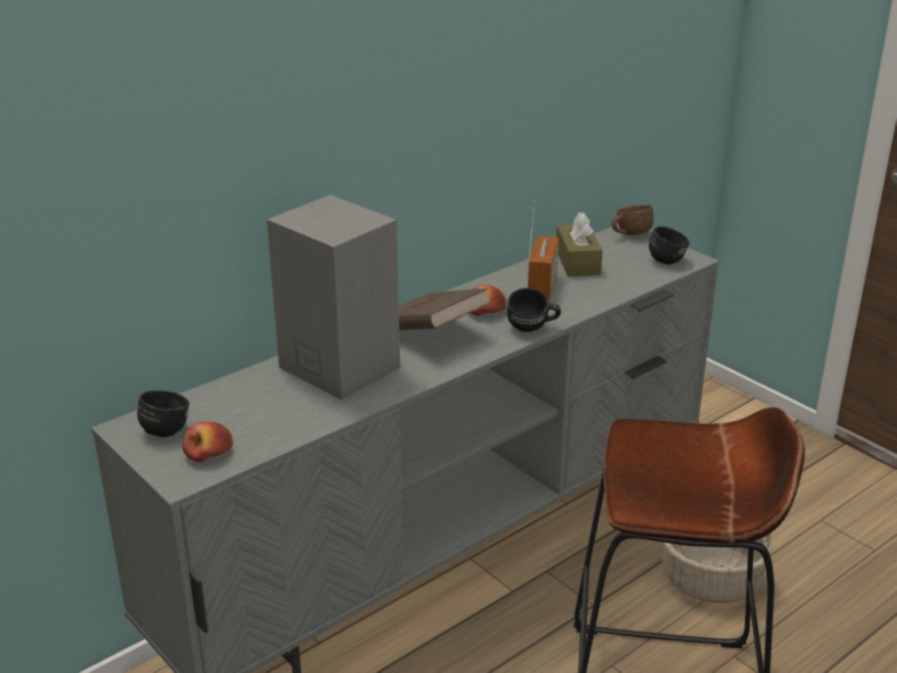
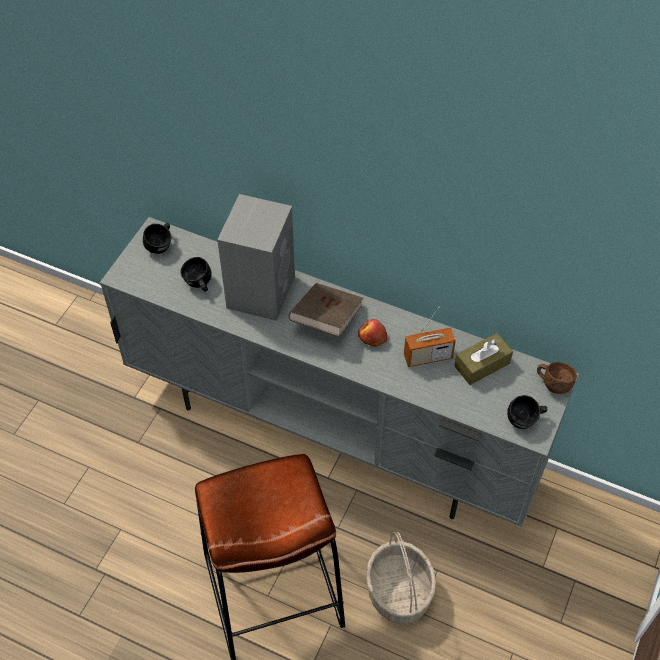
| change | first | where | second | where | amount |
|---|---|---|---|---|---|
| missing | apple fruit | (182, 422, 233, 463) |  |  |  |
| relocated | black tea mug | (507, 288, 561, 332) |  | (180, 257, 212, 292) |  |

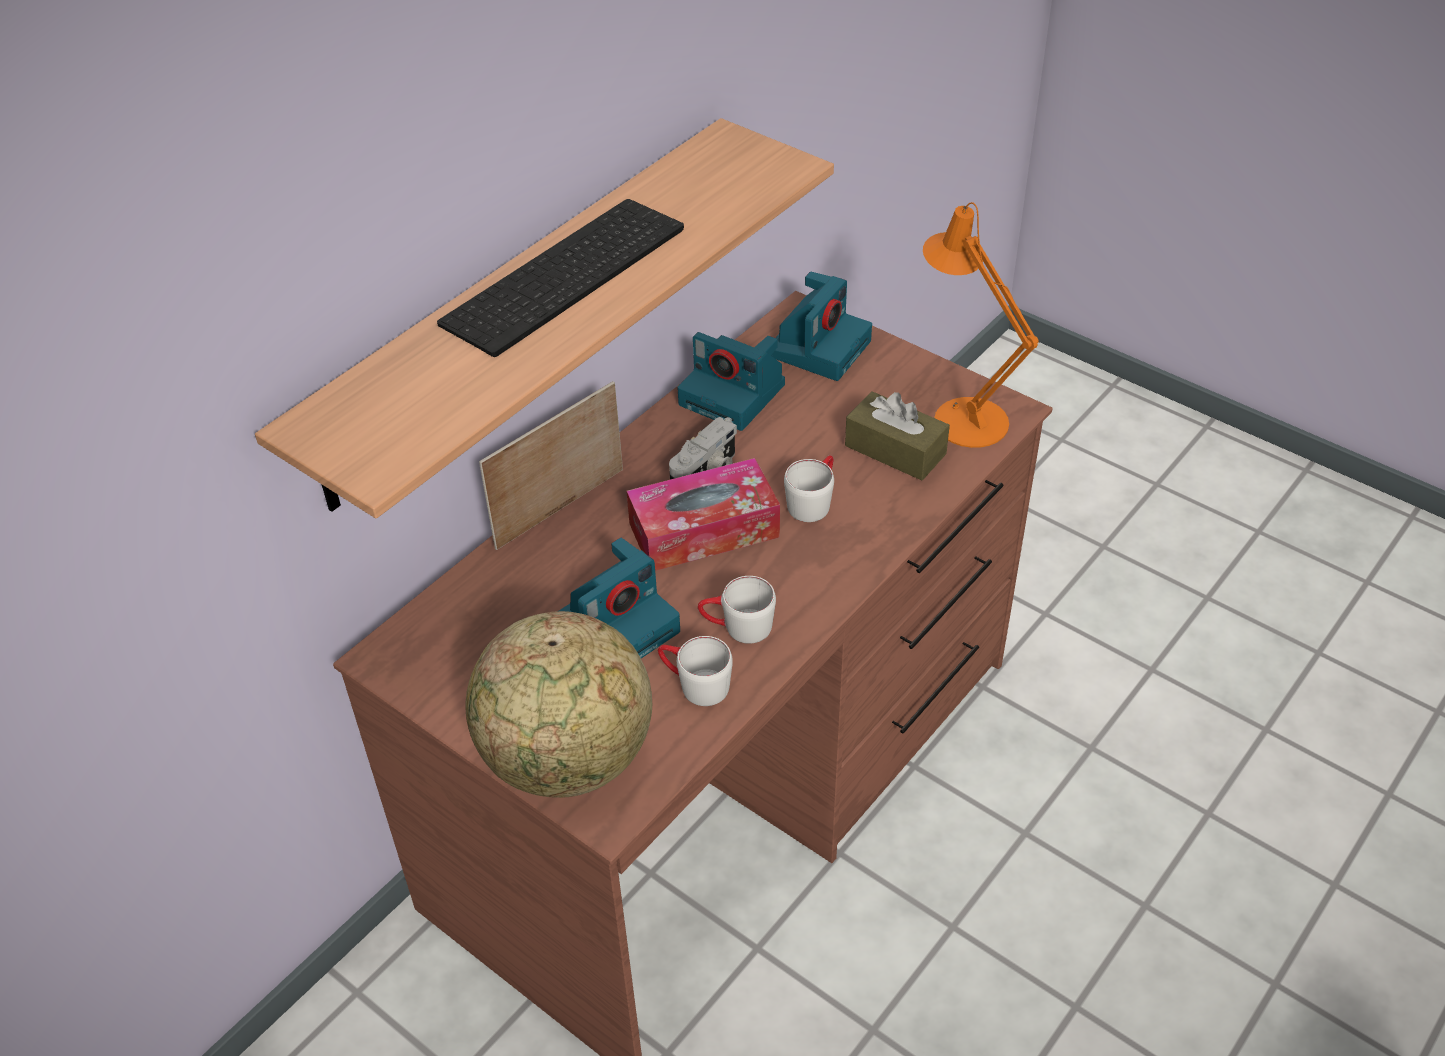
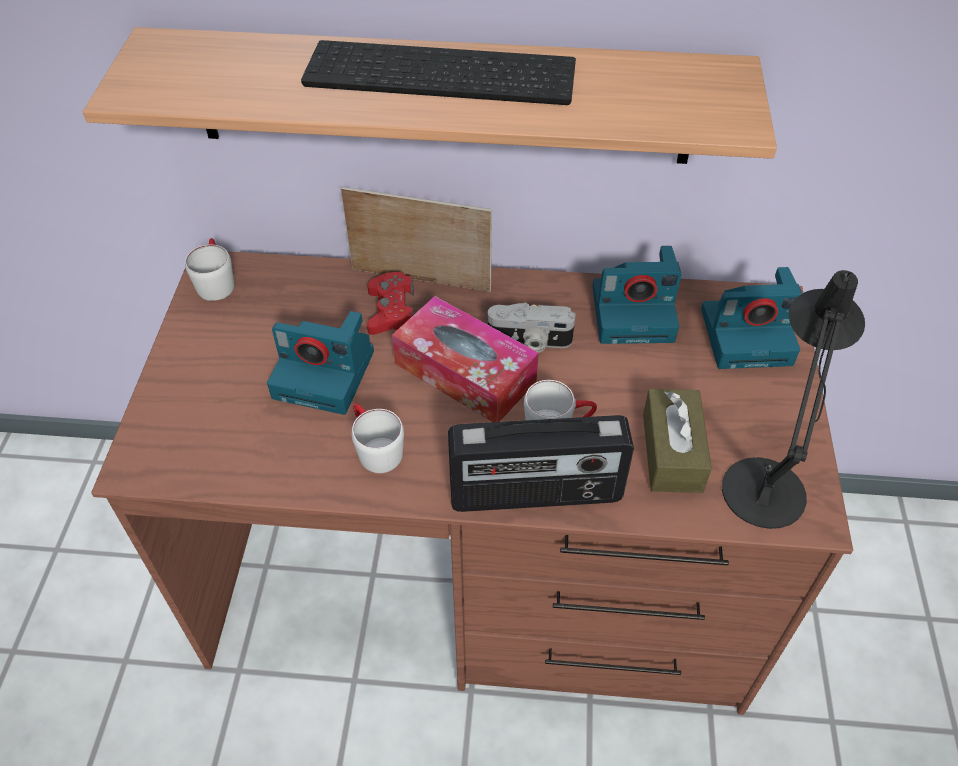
| change | first | where | second | where | amount |
|---|---|---|---|---|---|
| missing | world globe | (465, 611, 652, 798) |  |  |  |
| appeared |  |  | red joypad | (367, 272, 414, 335) |  |
| appeared |  |  | radio set | (448, 415, 634, 512) |  |
| relocated | whitish tea mug | (658, 636, 733, 706) |  | (185, 238, 234, 301) |  |
| colour | orangey tabletop lamp | (923, 202, 1039, 448) | black tabletop lamp | (722, 270, 865, 529) |  |
| spun | still camera | (677, 332, 785, 431) |  | (592, 246, 682, 344) | 90 degrees counterclockwise |

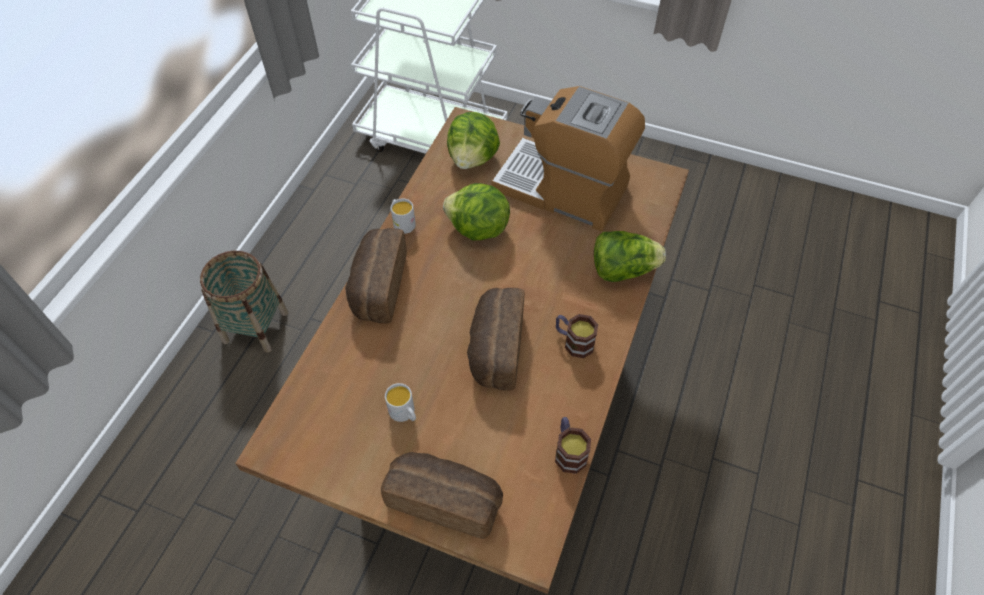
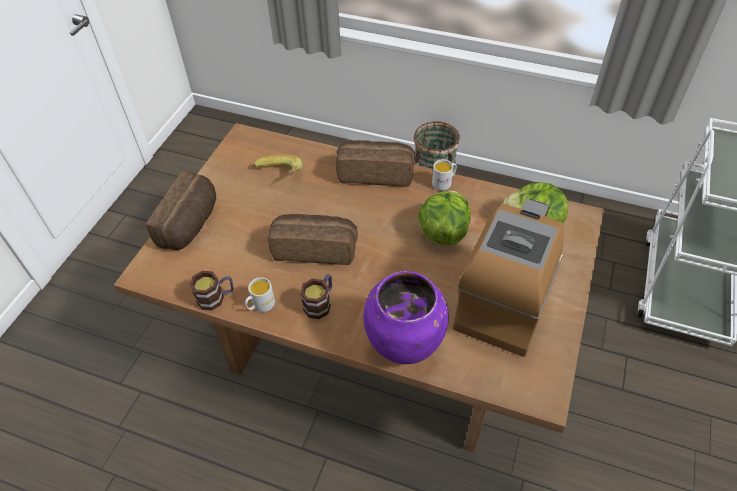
| change | first | where | second | where | amount |
|---|---|---|---|---|---|
| appeared |  |  | banana | (253, 154, 303, 175) |  |
| relocated | whitish tea mug | (385, 383, 416, 422) |  | (245, 278, 275, 312) |  |
| exchanged | head of lettuce | (594, 231, 666, 282) | purple decorative vase | (363, 271, 449, 364) |  |

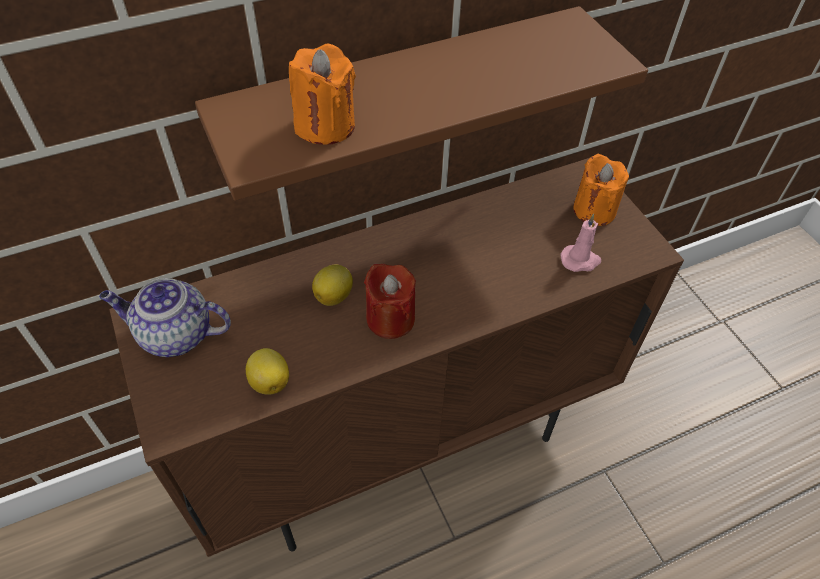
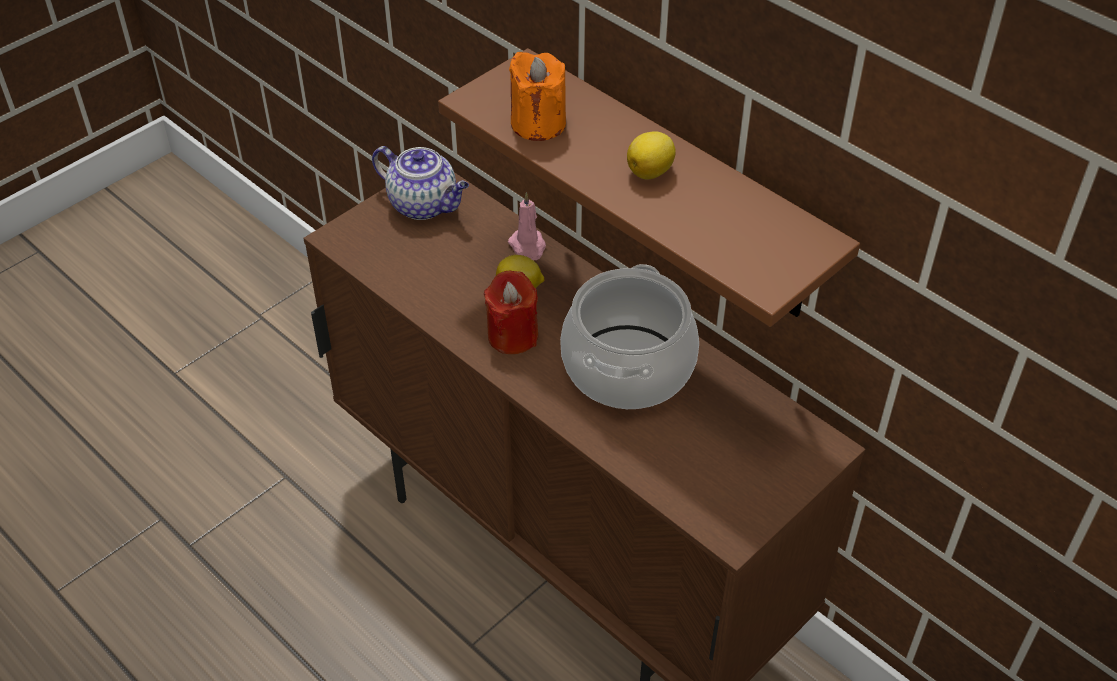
| change | first | where | second | where | amount |
|---|---|---|---|---|---|
| missing | orangey candle | (573, 154, 629, 226) |  |  |  |
| appeared |  |  | stockpot | (560, 264, 699, 409) |  |
| relocated | whole lemon | (246, 348, 289, 395) |  | (627, 131, 676, 179) |  |
| relocated | pink candle | (561, 214, 601, 272) |  | (508, 192, 546, 260) |  |
| spun | teapot | (99, 278, 231, 357) |  | (372, 146, 469, 220) | 135 degrees clockwise |

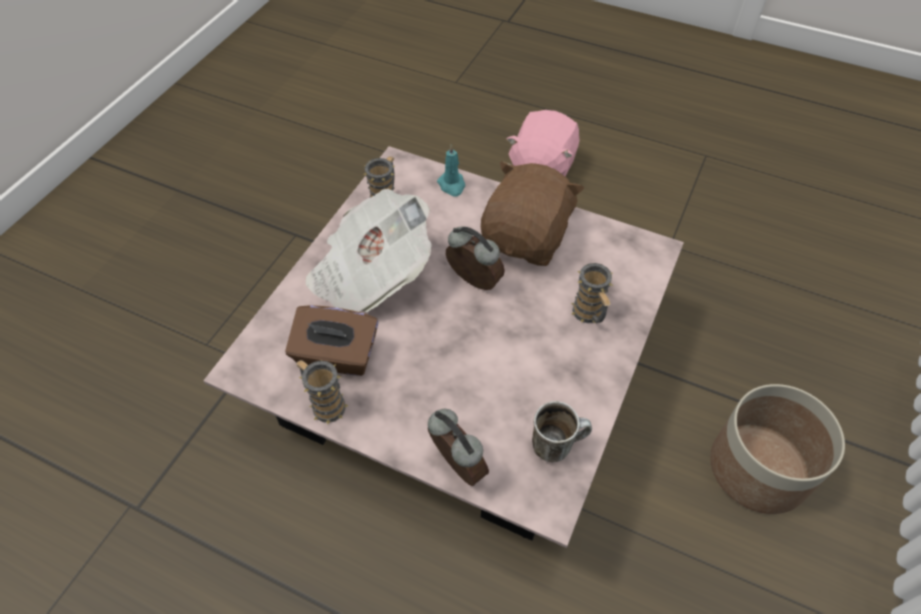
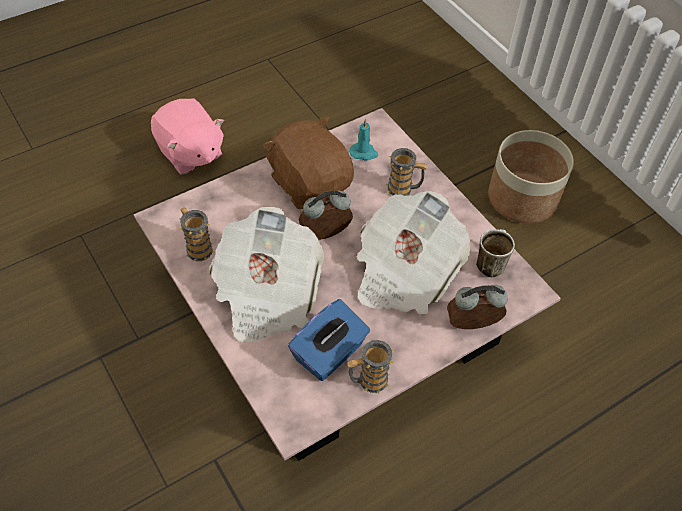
| change | first | where | second | where | amount |
|---|---|---|---|---|---|
| appeared |  |  | daily paper | (356, 191, 471, 315) |  |
| relocated | blue-green candle | (437, 144, 465, 196) |  | (350, 118, 378, 161) |  |
| colour | brown-coloured box of tissues | (285, 305, 378, 376) | bluish box of tissues | (288, 299, 370, 381) |  |

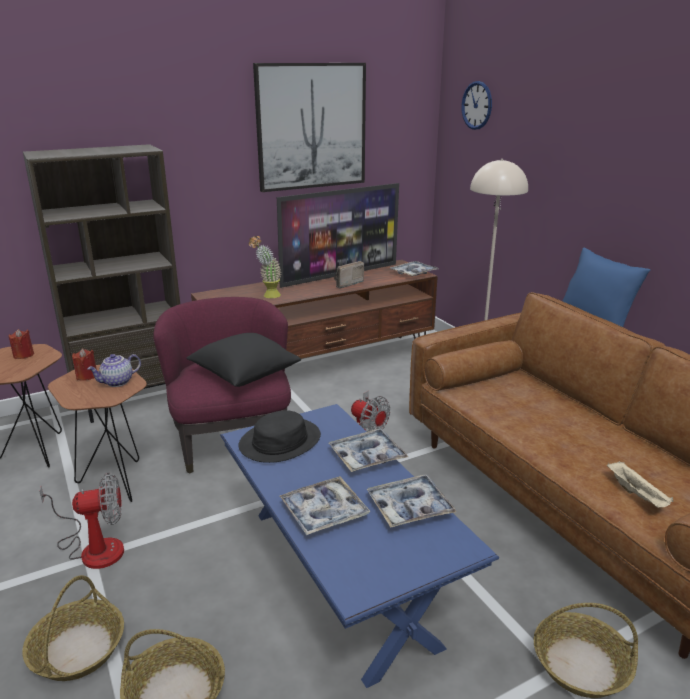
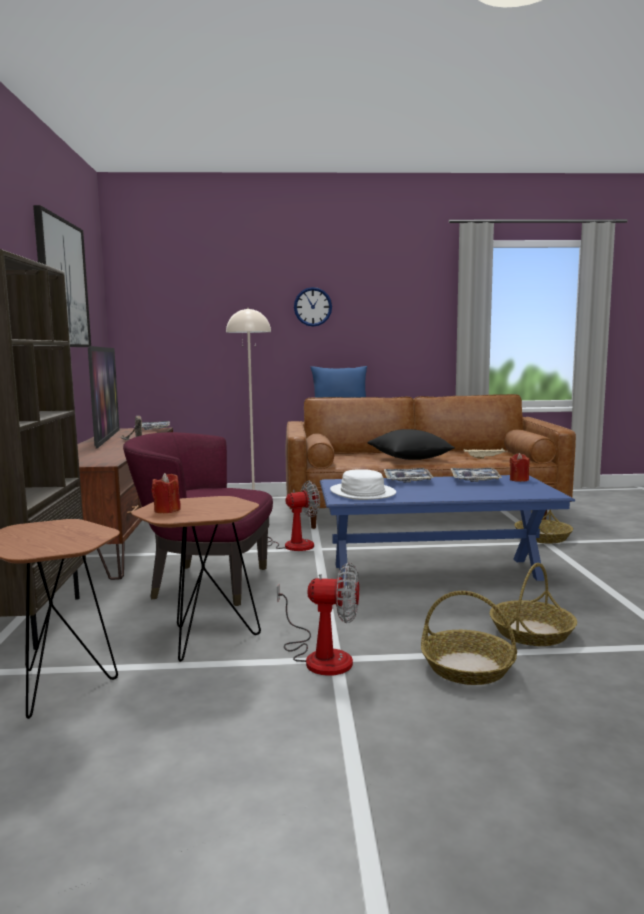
| change | first | where | second | where | amount |
|---|---|---|---|---|---|
| missing | teapot | (87, 354, 141, 387) |  |  |  |
| missing | houseplant | (249, 236, 281, 298) |  |  |  |
| missing | serving tray | (279, 476, 371, 535) |  |  |  |
| relocated | red candle | (9, 329, 34, 359) |  | (510, 453, 529, 482) |  |
| relocated | black throw pillow | (186, 333, 301, 387) |  | (367, 429, 455, 460) |  |
| relocated | clock on the wall | (461, 81, 492, 130) |  | (294, 287, 332, 327) |  |
| colour | black wearable hat | (239, 410, 321, 463) | whitish wearable hat | (330, 469, 396, 500) |  |
| spun | fan | (39, 473, 124, 569) |  | (277, 563, 359, 676) | 90 degrees clockwise |

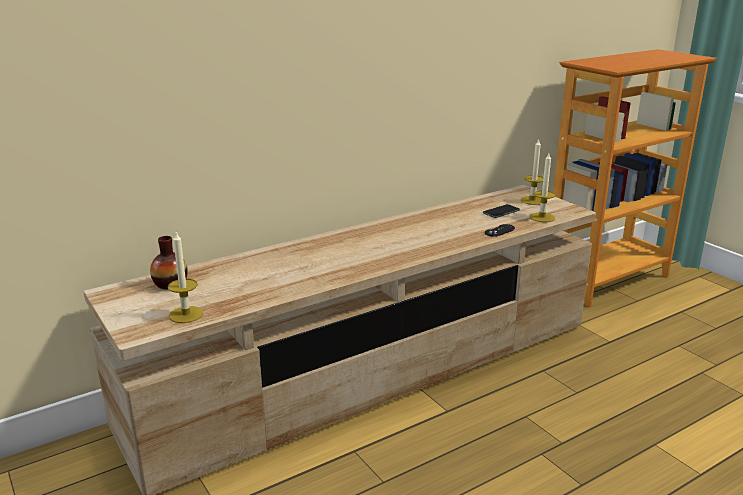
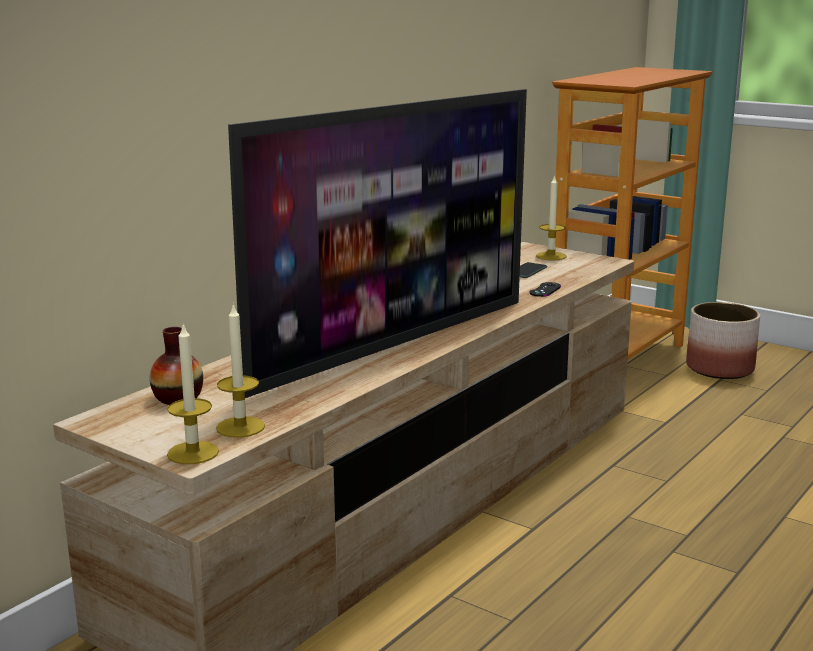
| change | first | where | second | where | amount |
|---|---|---|---|---|---|
| appeared |  |  | TV set | (228, 89, 527, 398) |  |
| appeared |  |  | planter | (686, 302, 760, 379) |  |
| relocated | candle | (529, 153, 556, 222) |  | (167, 323, 219, 464) |  |

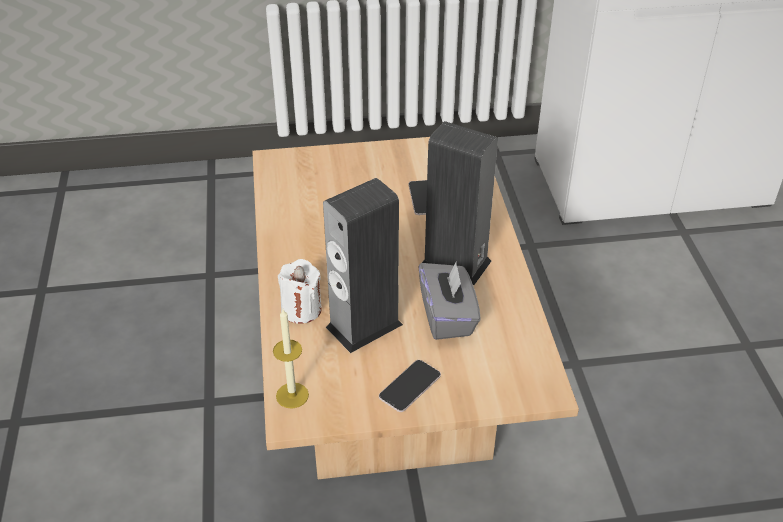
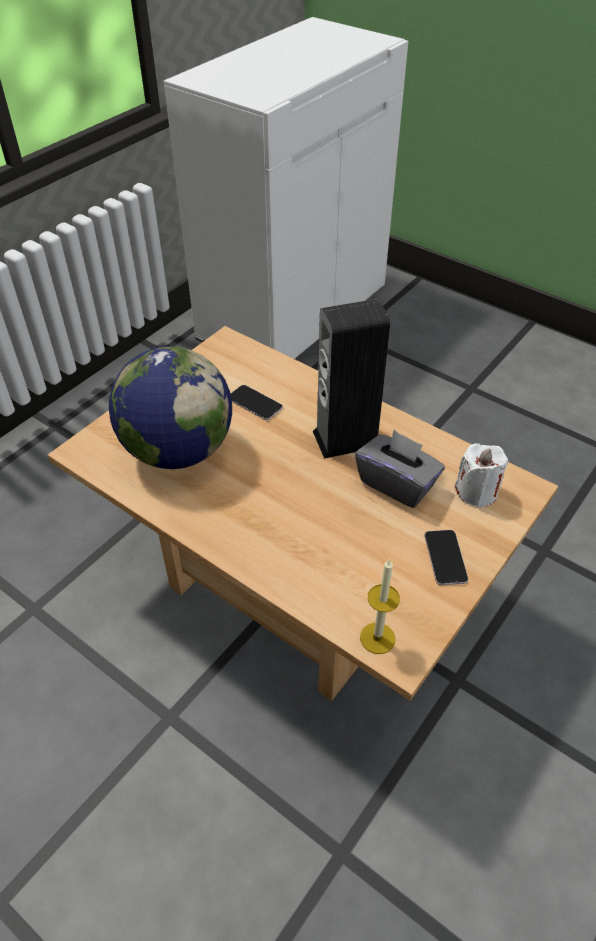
| change | first | where | second | where | amount |
|---|---|---|---|---|---|
| missing | loudspeaker | (323, 178, 403, 353) |  |  |  |
| appeared |  |  | world globe | (109, 346, 232, 469) |  |
| relocated | whitish candle | (278, 259, 322, 324) |  | (455, 443, 508, 508) |  |

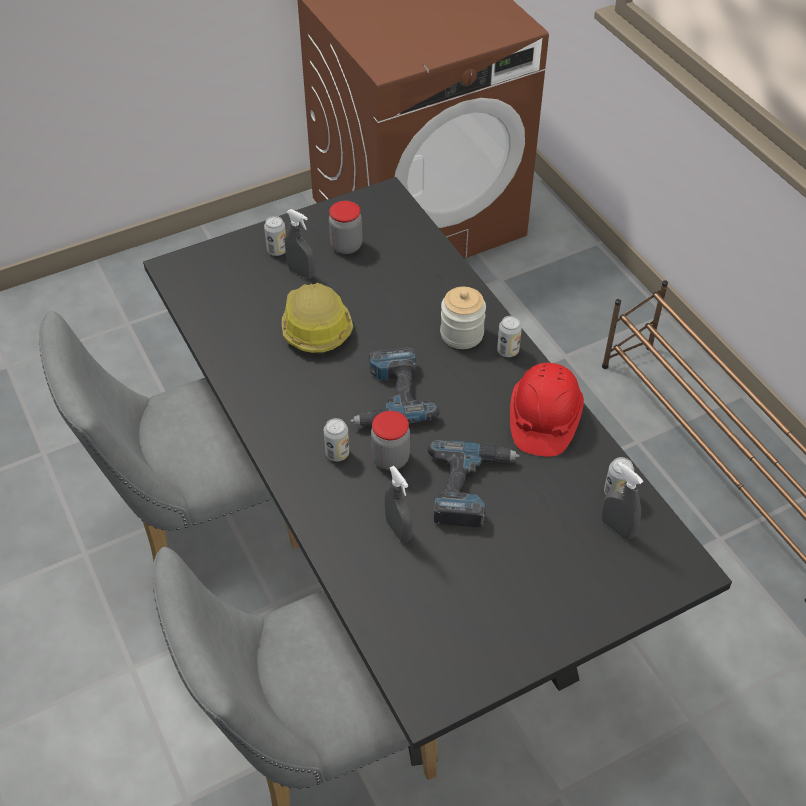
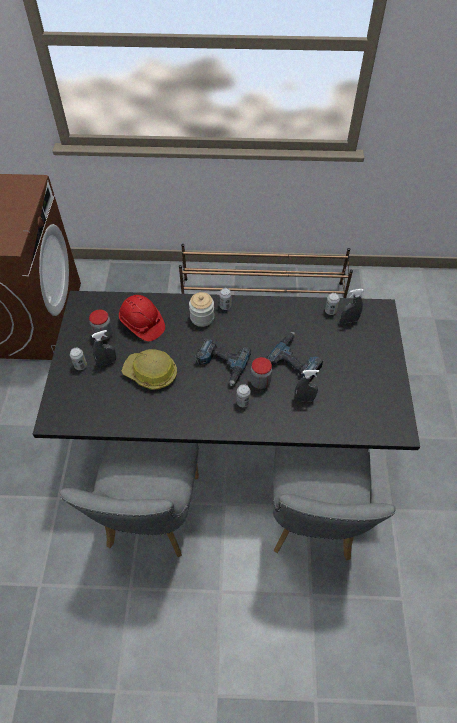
| change | first | where | second | where | amount |
|---|---|---|---|---|---|
| relocated | red safety helmet | (510, 363, 584, 457) |  | (119, 295, 165, 341) |  |

